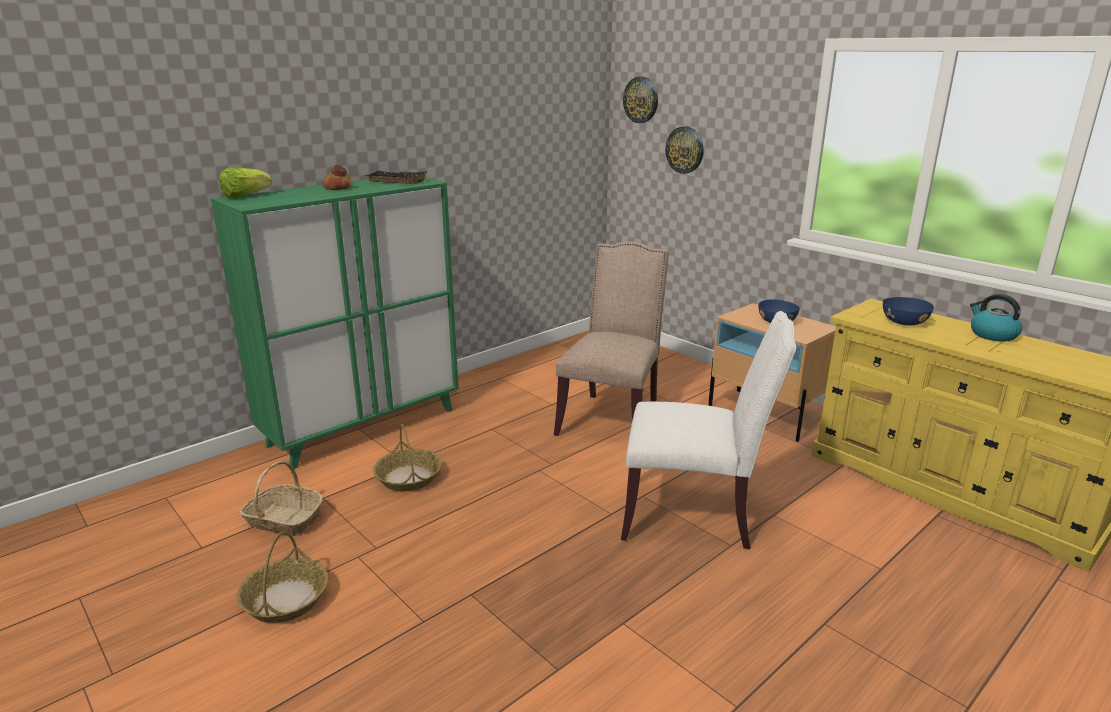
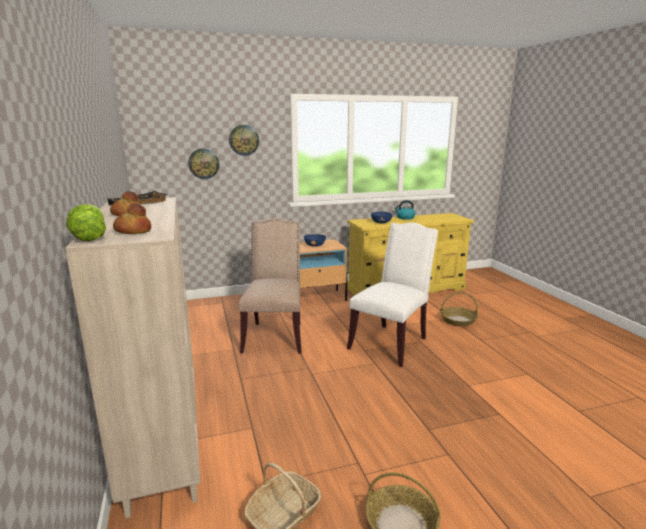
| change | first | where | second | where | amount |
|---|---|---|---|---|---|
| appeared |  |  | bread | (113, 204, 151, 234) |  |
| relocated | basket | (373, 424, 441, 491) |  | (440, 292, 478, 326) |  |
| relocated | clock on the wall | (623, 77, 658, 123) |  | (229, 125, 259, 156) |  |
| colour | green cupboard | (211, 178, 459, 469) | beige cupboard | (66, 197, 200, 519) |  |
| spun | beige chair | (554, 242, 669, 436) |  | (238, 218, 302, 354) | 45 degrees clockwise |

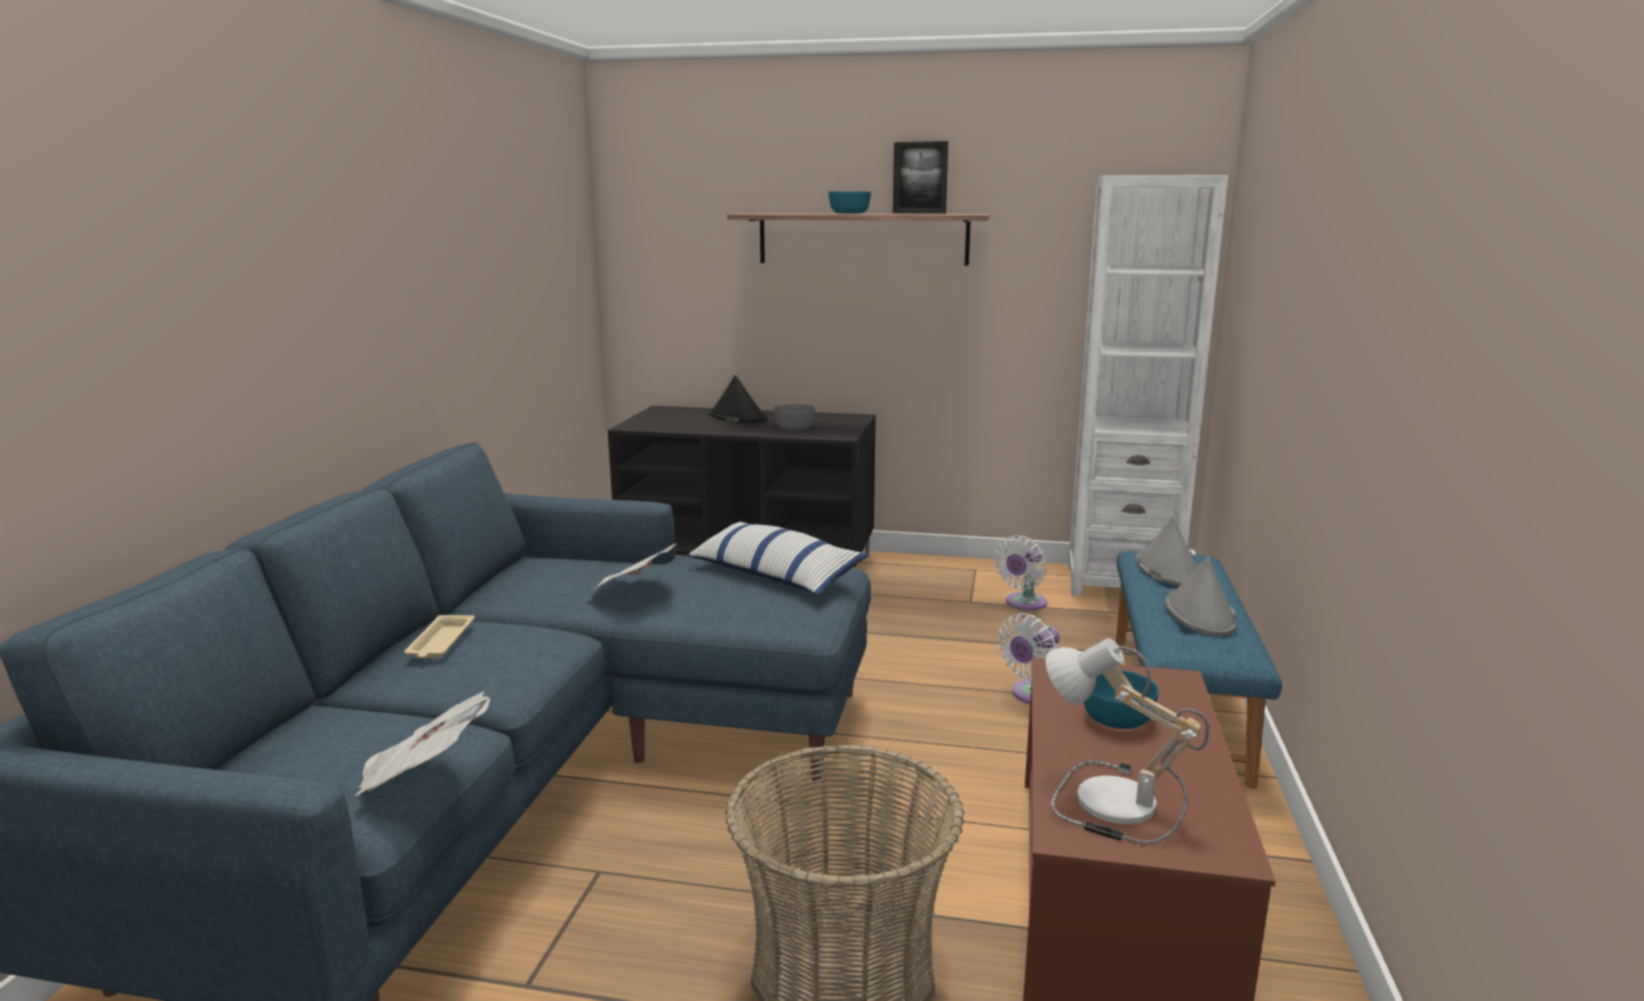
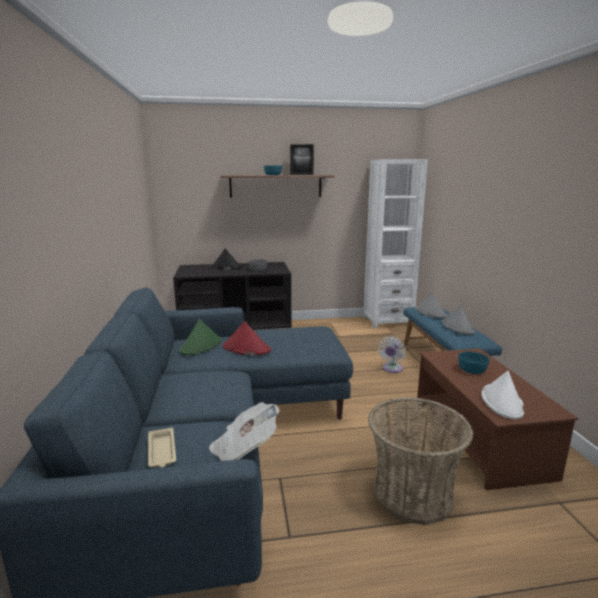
| change | first | where | second | where | amount |
|---|---|---|---|---|---|
| missing | throw pillow | (687, 521, 870, 595) |  |  |  |
| missing | whitish fan | (995, 535, 1047, 610) |  |  |  |
| appeared |  |  | green wearable hat | (179, 319, 221, 355) |  |
| relocated | beige serving tray | (404, 615, 475, 658) |  | (148, 427, 176, 468) |  |
| exchanged | daily paper | (592, 543, 677, 590) | red wearable hat | (223, 321, 271, 355) |  |
| exchanged | tabletop lamp | (1046, 638, 1209, 844) | whitish wearable hat | (481, 371, 524, 419) |  |

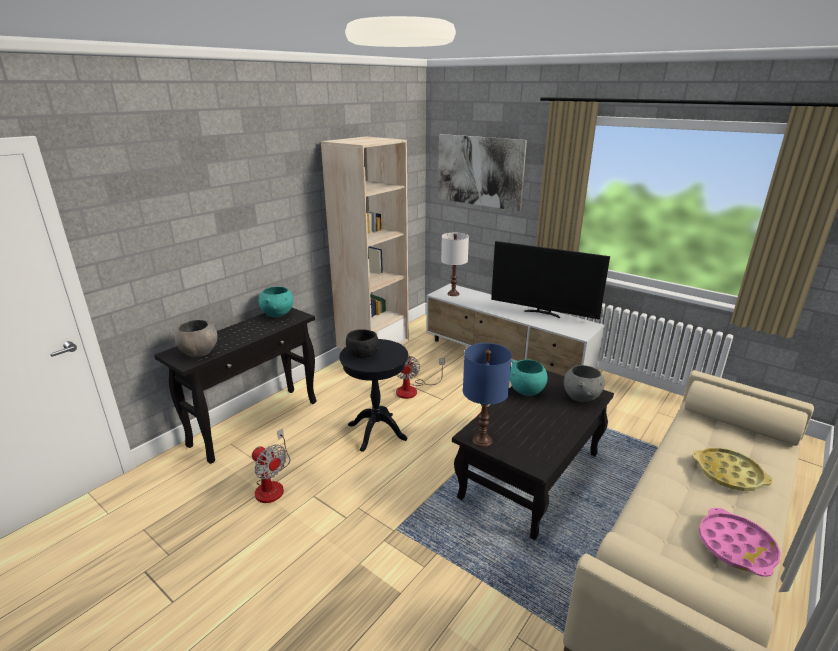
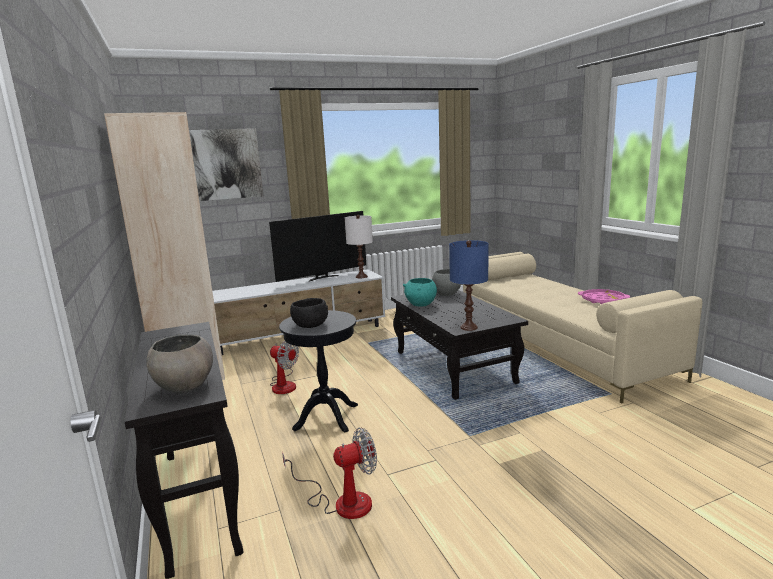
| change | first | where | second | where | amount |
|---|---|---|---|---|---|
| missing | blue-green bowl | (259, 287, 293, 317) |  |  |  |
| missing | yellow serving tray | (692, 448, 772, 491) |  |  |  |
| relocated | whitish tabletop lamp | (441, 233, 469, 296) |  | (345, 215, 373, 278) |  |

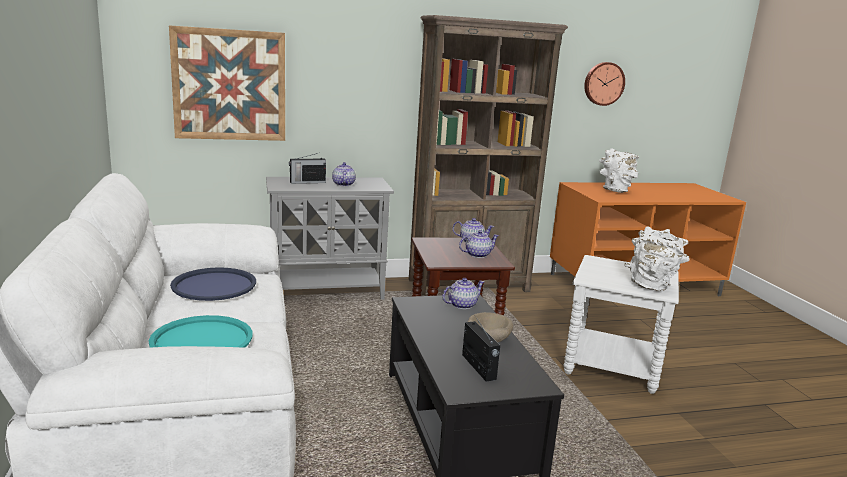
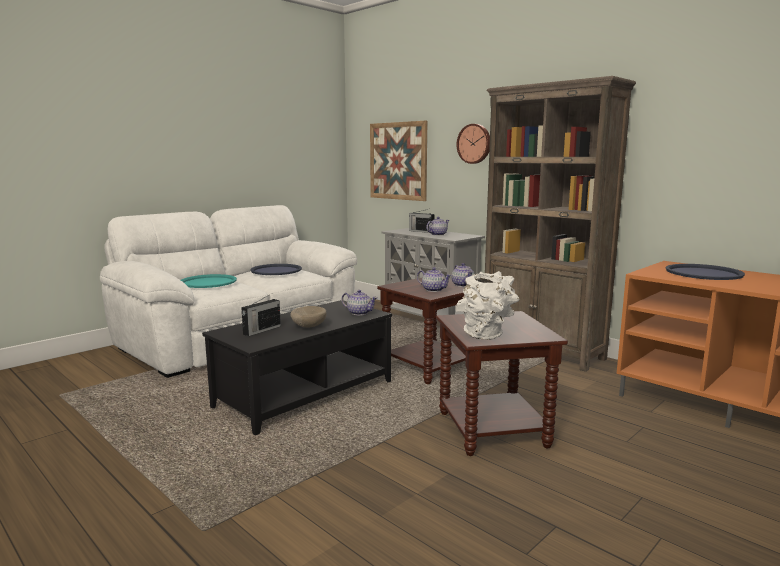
| change | first | where | second | where | amount |
|---|---|---|---|---|---|
| relocated | clock on the wall | (584, 62, 625, 106) |  | (456, 124, 490, 164) |  |
| exchanged | whitish decorative vase | (599, 148, 639, 193) | bluish serving tray | (666, 264, 745, 280) |  |
| colour | whitish end table | (564, 255, 679, 394) | brown-coloured end table | (436, 311, 568, 456) |  |

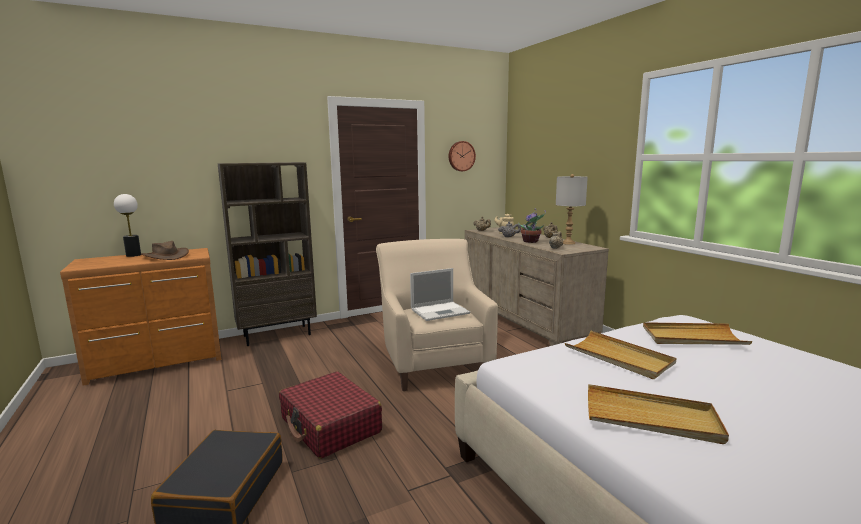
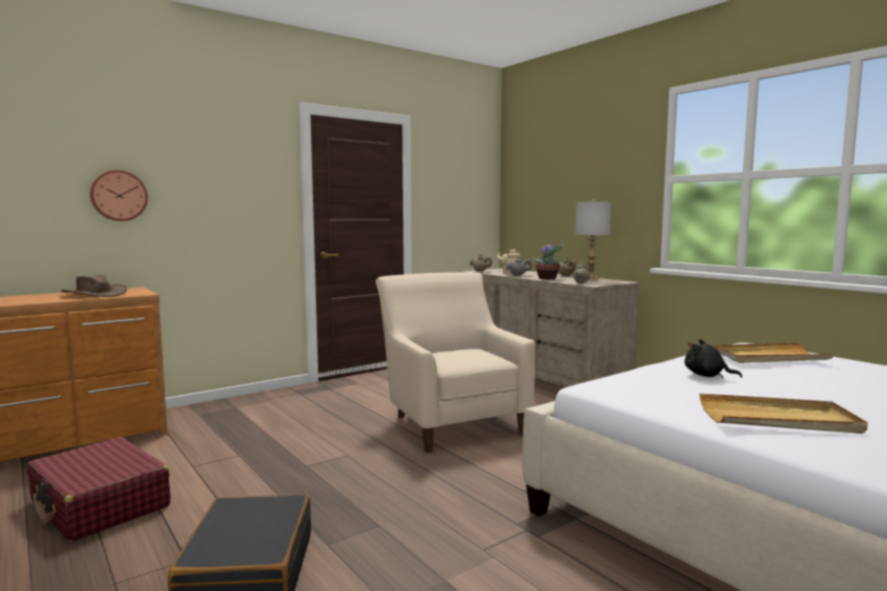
| change | first | where | second | where | amount |
|---|---|---|---|---|---|
| missing | tabletop lamp | (114, 194, 141, 257) |  |  |  |
| missing | brown-coloured bookshelf | (218, 162, 317, 346) |  |  |  |
| missing | laptop | (410, 268, 470, 321) |  |  |  |
| relocated | red piece of luggage | (279, 371, 382, 459) |  | (27, 437, 170, 542) |  |
| relocated | clock on the wall | (449, 141, 476, 171) |  | (90, 170, 148, 221) |  |
| exchanged | beige serving tray | (565, 330, 676, 379) | black cuddly toy | (685, 339, 742, 378) |  |

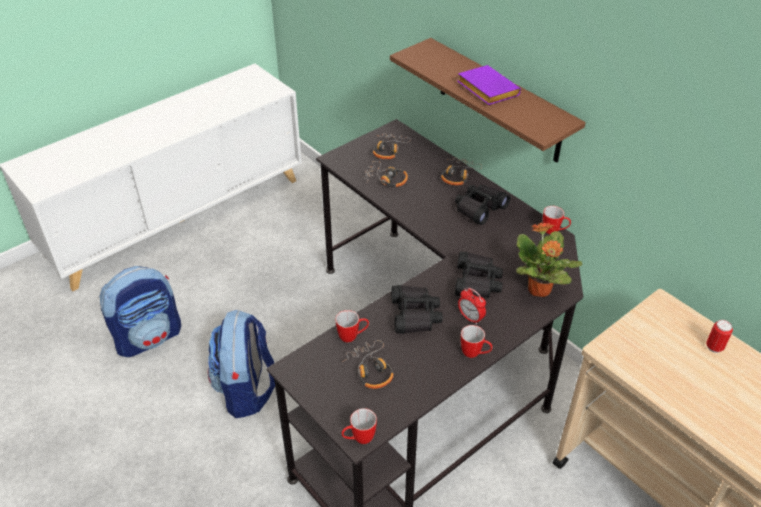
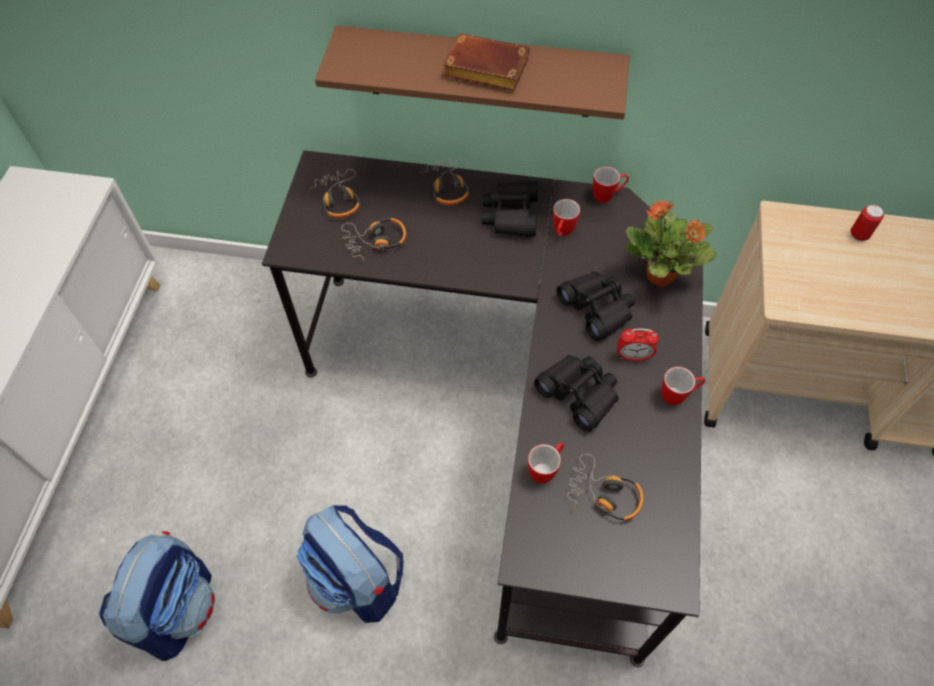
| change | first | where | second | where | amount |
|---|---|---|---|---|---|
| relocated | tea mug | (341, 408, 377, 444) |  | (553, 199, 580, 236) |  |
| colour | purple bound book | (457, 65, 521, 105) | brown-coloured bound book | (443, 33, 530, 91) |  |

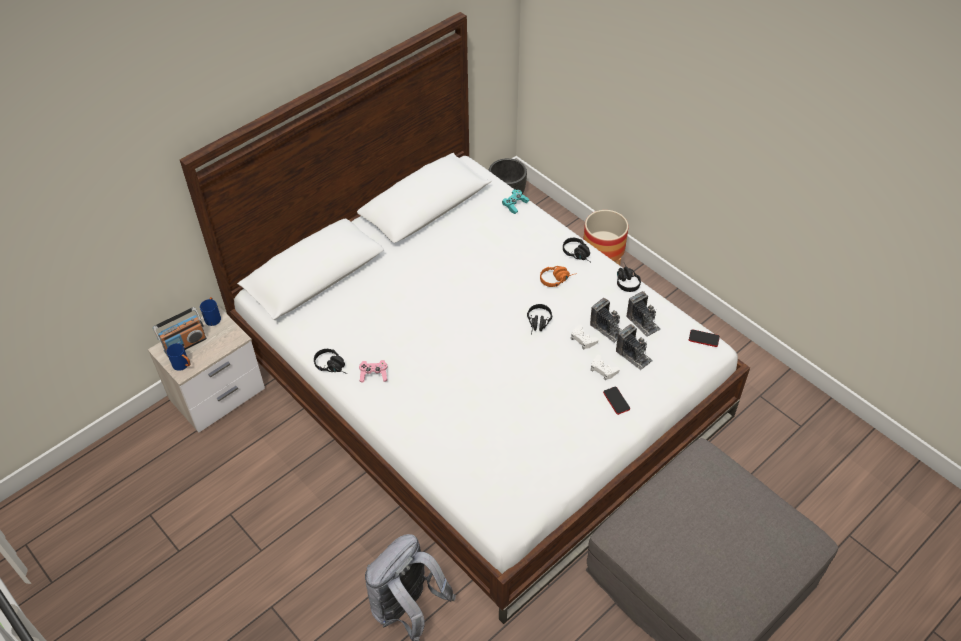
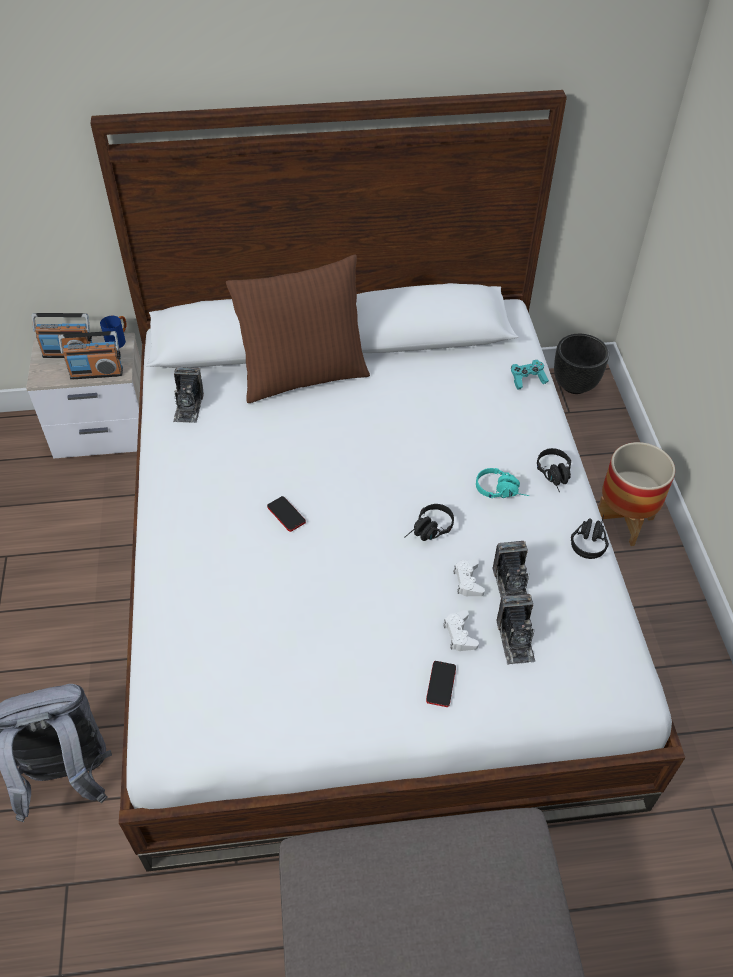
| change | first | where | second | where | amount |
|---|---|---|---|---|---|
| missing | bluish tea mug | (166, 343, 191, 371) |  |  |  |
| missing | black headset | (314, 349, 347, 374) |  |  |  |
| missing | pink joypad | (359, 360, 387, 383) |  |  |  |
| appeared |  |  | radio set | (59, 331, 123, 379) |  |
| appeared |  |  | brown-coloured throw pillow | (226, 254, 370, 403) |  |
| relocated | still camera | (626, 291, 660, 337) |  | (173, 367, 204, 423) |  |
| relocated | phone | (689, 329, 720, 347) |  | (267, 496, 306, 532) |  |
| colour | orangey headset | (540, 266, 577, 287) | blue-green headset | (476, 468, 529, 498) |  |

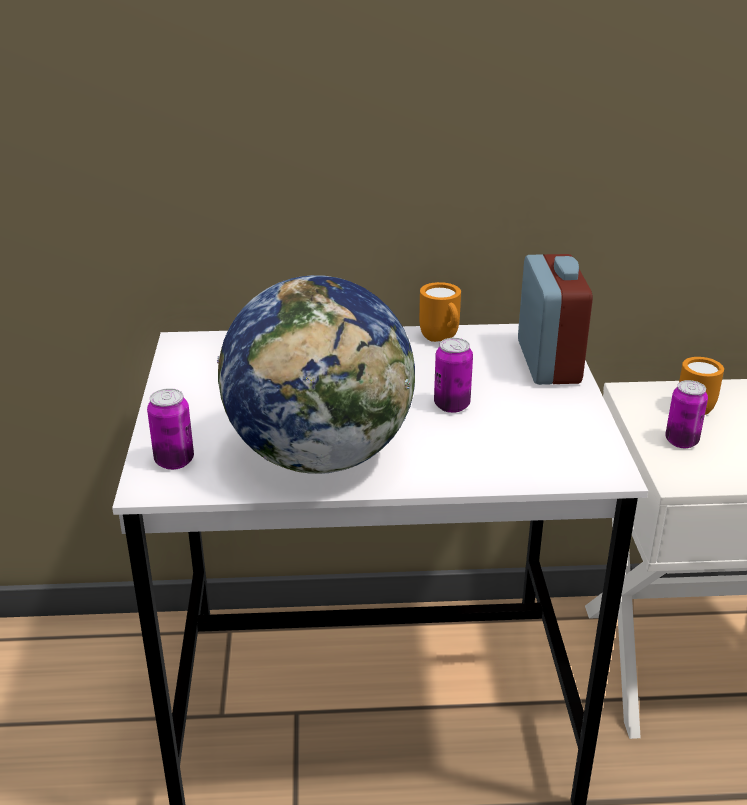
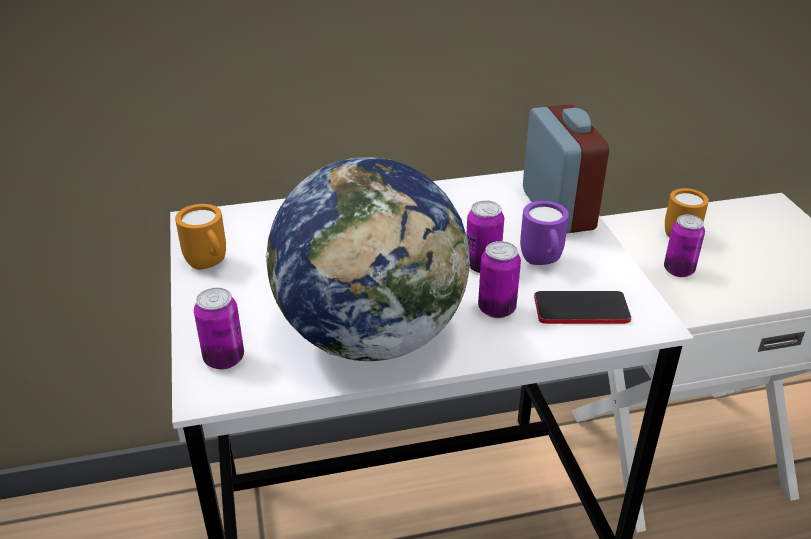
| change | first | where | second | where | amount |
|---|---|---|---|---|---|
| appeared |  |  | metal can | (478, 241, 521, 318) |  |
| appeared |  |  | purple tea mug | (520, 201, 569, 265) |  |
| appeared |  |  | phone | (534, 291, 631, 324) |  |
| relocated | orangey tea mug | (419, 282, 461, 342) |  | (175, 204, 226, 270) |  |

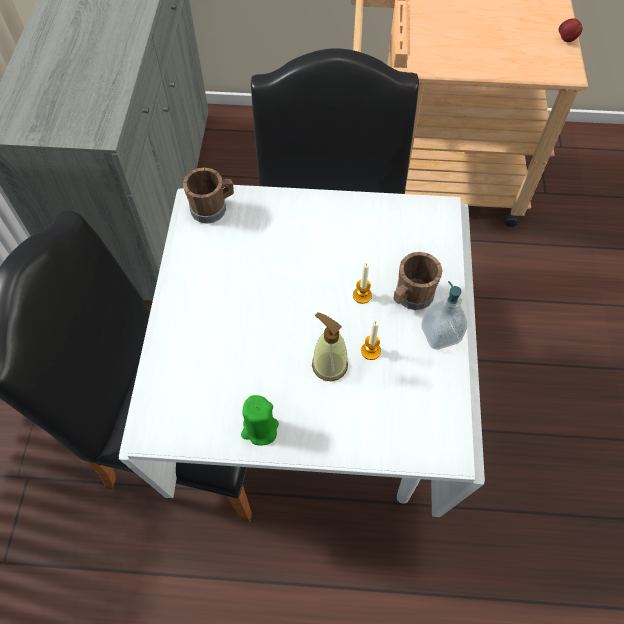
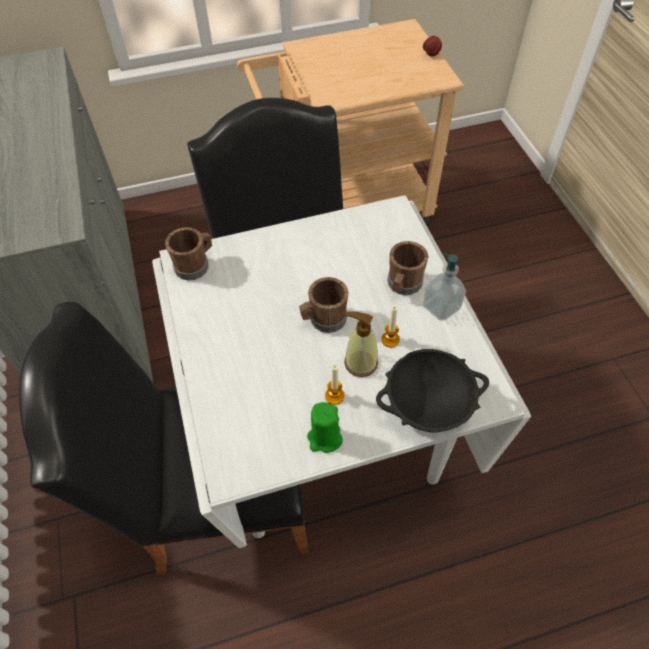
| change | first | where | second | where | amount |
|---|---|---|---|---|---|
| appeared |  |  | brown-coloured tea mug | (299, 277, 349, 333) |  |
| appeared |  |  | black bowl | (376, 349, 489, 432) |  |
| relocated | candle | (353, 263, 372, 304) |  | (325, 365, 344, 405) |  |

